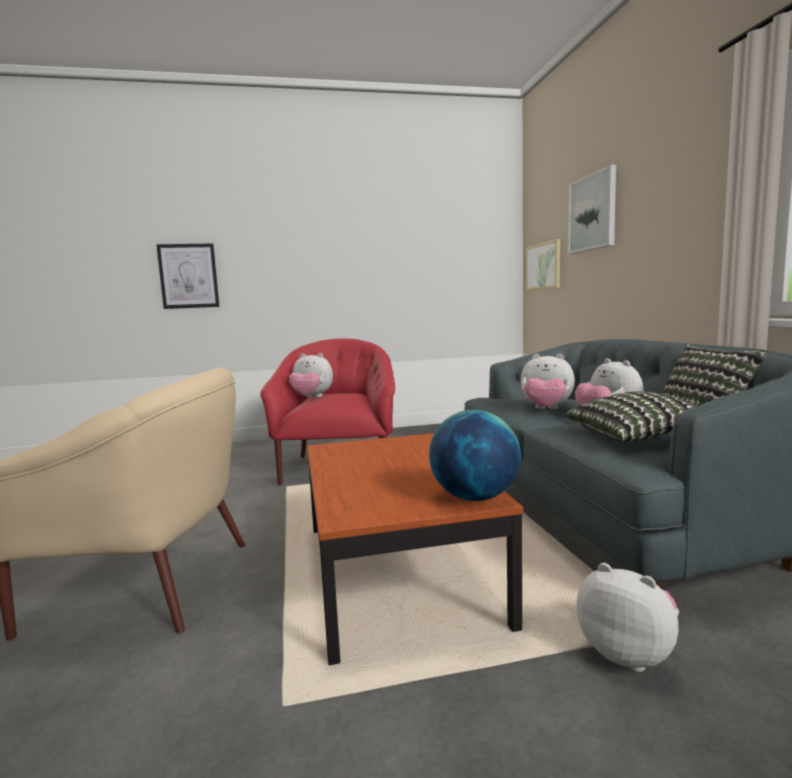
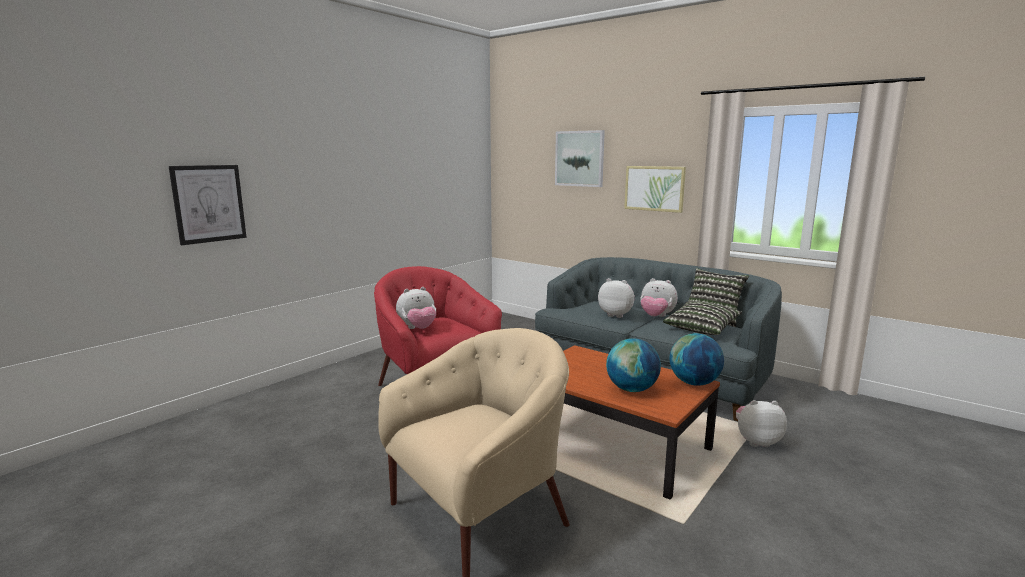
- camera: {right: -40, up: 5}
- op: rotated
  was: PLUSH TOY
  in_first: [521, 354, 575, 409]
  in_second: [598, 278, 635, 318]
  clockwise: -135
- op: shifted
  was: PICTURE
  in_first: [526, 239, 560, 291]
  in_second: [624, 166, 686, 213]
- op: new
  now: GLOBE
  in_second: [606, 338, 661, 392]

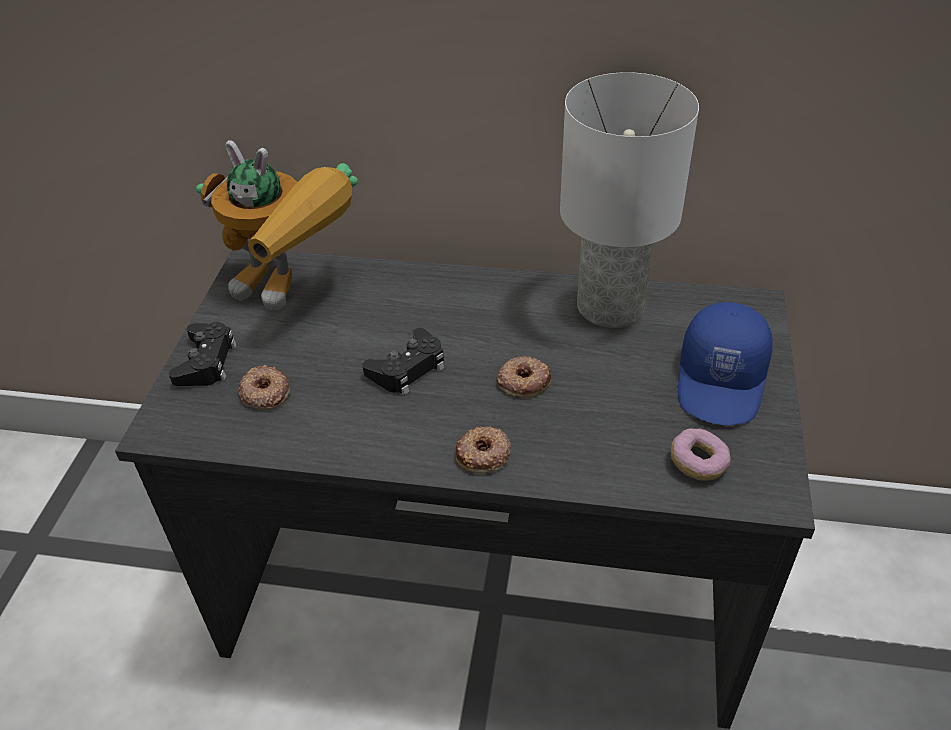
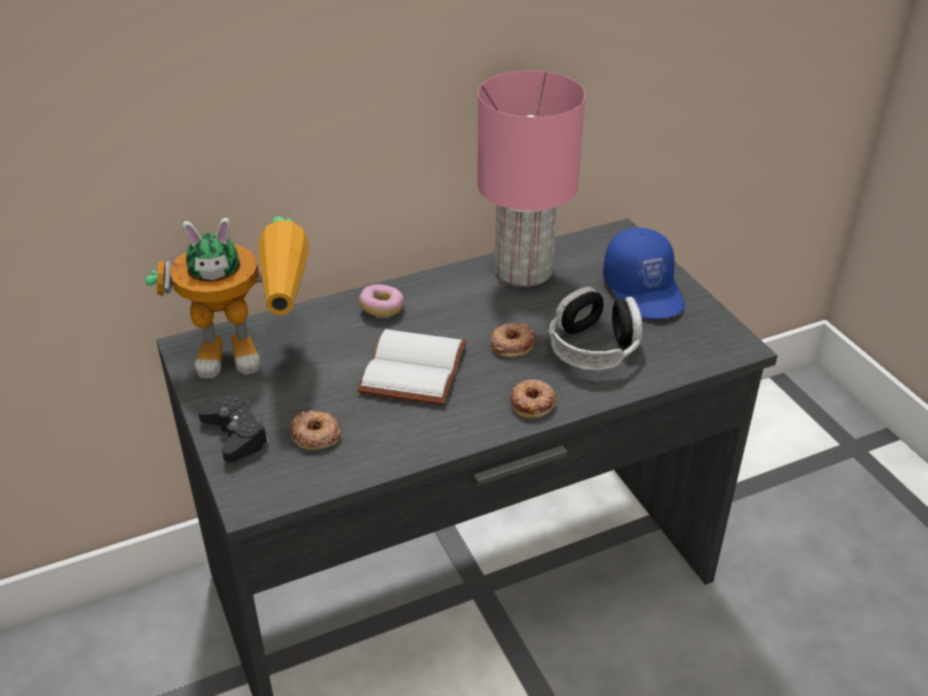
- camera: {right: -35, up: -5}
- op: swapped
  was: BLACK GAME CONTROLLER
  now: WHITE BOOK
  in_first: [362, 328, 445, 395]
  in_second: [357, 329, 467, 405]
- op: repainted
  was: WHITE TABLE LAMP
  now: PINK TABLE LAMP
  in_first: [560, 72, 699, 328]
  in_second: [477, 70, 585, 287]
- op: shifted
  was: DONUT
  in_first: [671, 429, 731, 481]
  in_second: [359, 284, 404, 317]
- op: new
  now: HEADPHONES
  in_second: [549, 286, 643, 371]

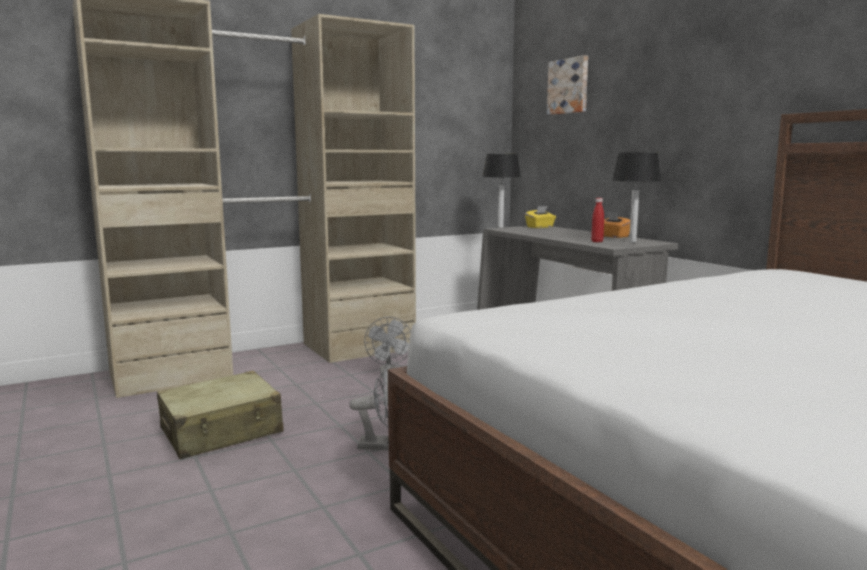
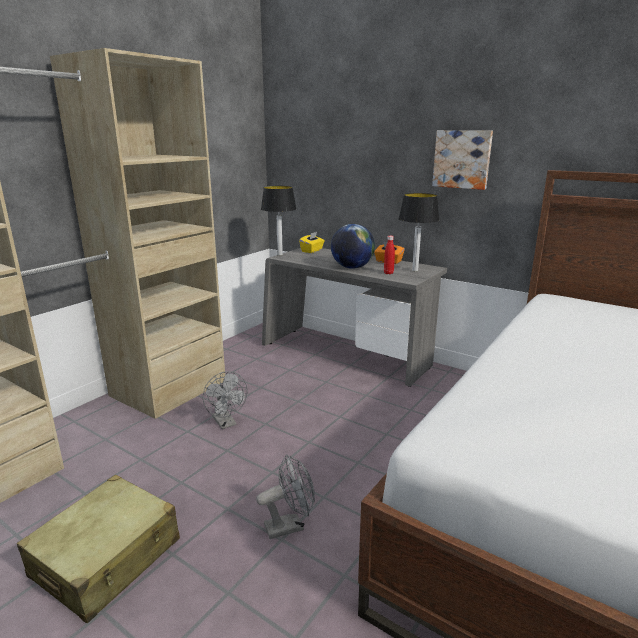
- camera: {right: -25, up: 10}
- op: shifted
  was: PICTURE
  in_first: [547, 55, 588, 115]
  in_second: [432, 130, 493, 190]
- op: new
  now: GLOBE
  in_second: [331, 224, 375, 269]

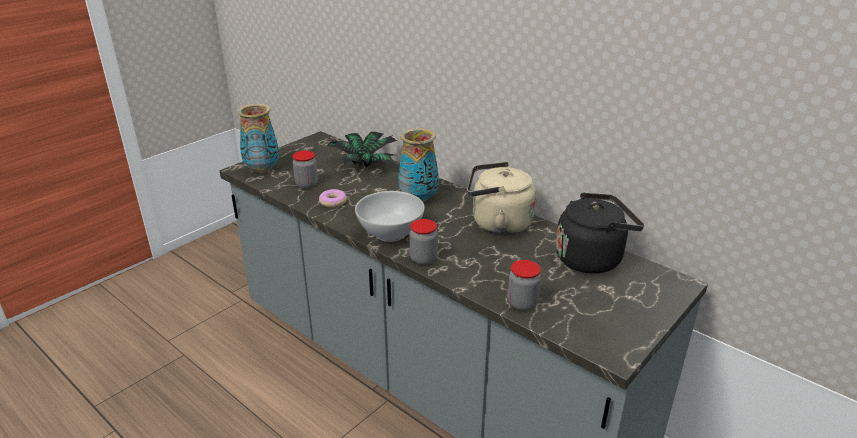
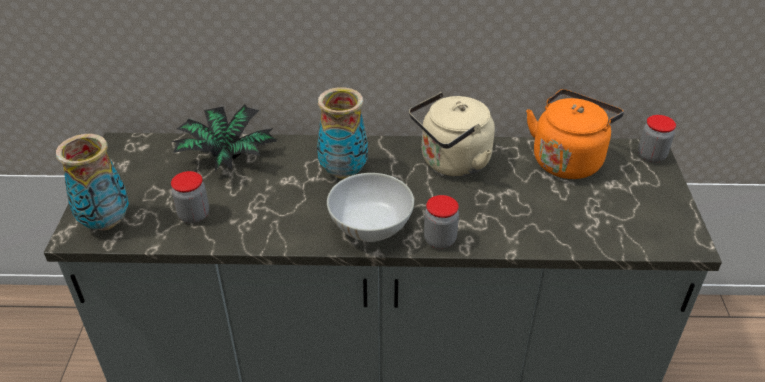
- camera: {right: -40, up: 10}
- op: gone
  was: DONUT
  in_first: [319, 189, 347, 208]
- op: shifted
  was: JAR
  in_first: [508, 260, 541, 311]
  in_second: [638, 115, 676, 163]
- op: repainted
  was: BLACK KETTLE
  now: ORANGE KETTLE
  in_first: [556, 193, 644, 274]
  in_second: [526, 89, 624, 179]

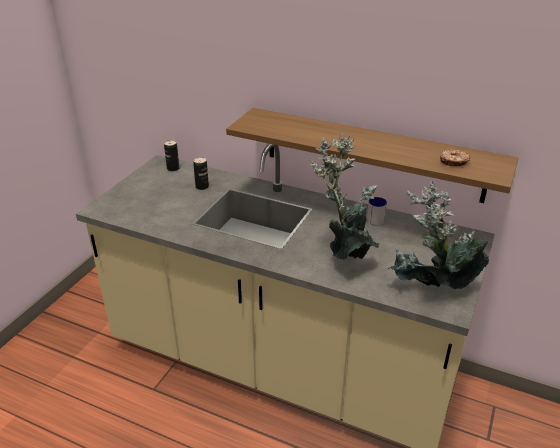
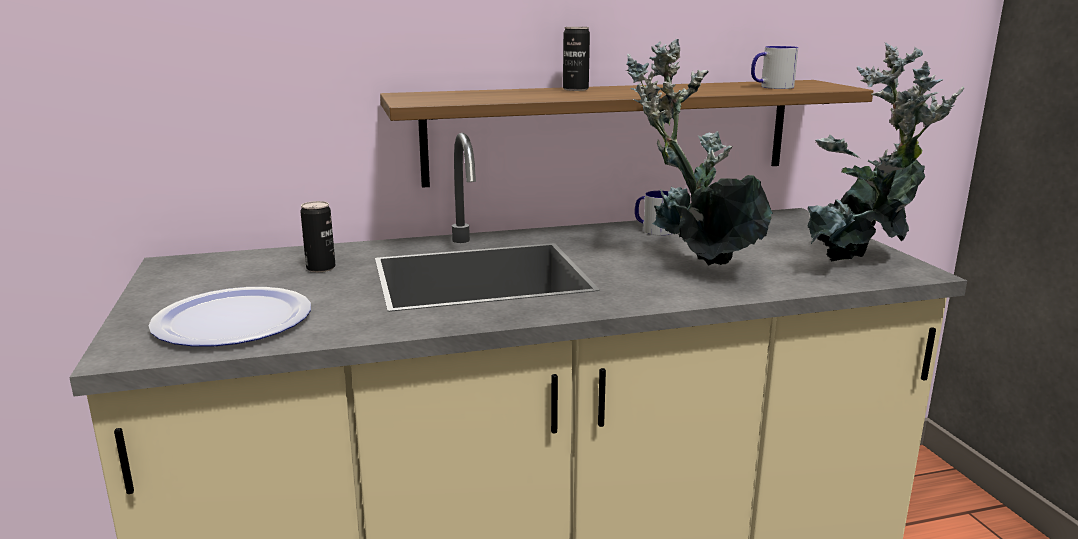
- camera: {right: -40, up: -15}
- op: shifted
  was: CAN
  in_first: [164, 140, 179, 171]
  in_second: [563, 27, 590, 91]
- op: swapped
  was: DONUT
  now: MUG
  in_first: [440, 150, 470, 166]
  in_second: [751, 46, 798, 89]
- op: new
  now: PLATE
  in_second: [148, 287, 311, 347]

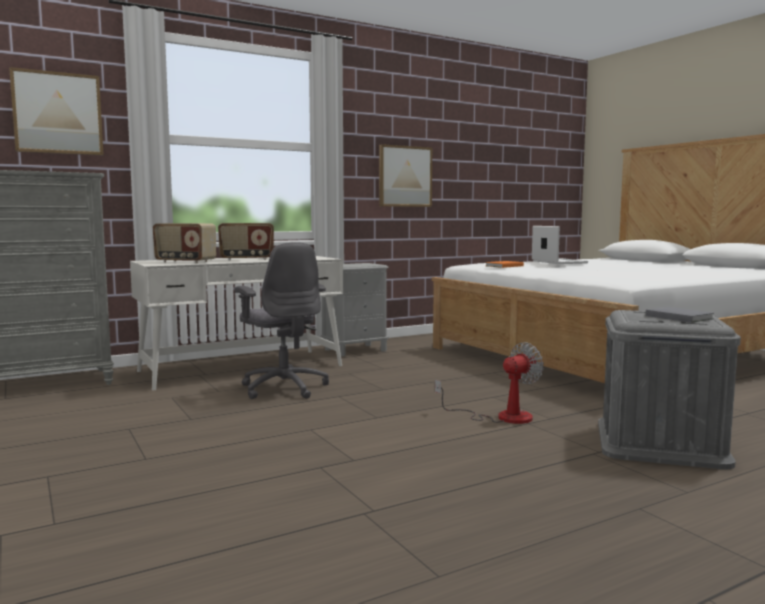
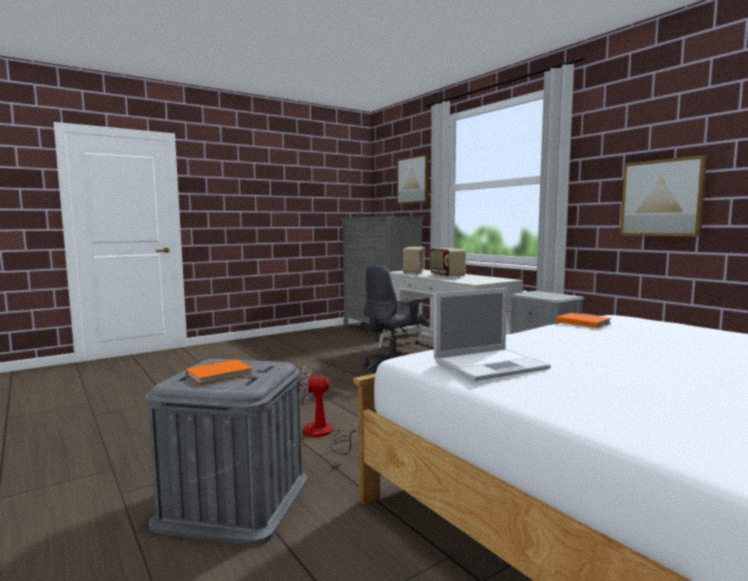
- camera: {right: 85, up: 0}
- op: rotated
  was: FAN
  in_first: [435, 342, 544, 424]
  in_second: [299, 366, 357, 455]
  clockwise: 135
- op: shifted
  was: LAPTOP
  in_first: [532, 226, 588, 264]
  in_second: [434, 288, 551, 381]
- op: repainted
  was: GREY BOOK
  now: ORANGE BOOK
  in_first: [646, 307, 714, 323]
  in_second: [186, 359, 253, 385]

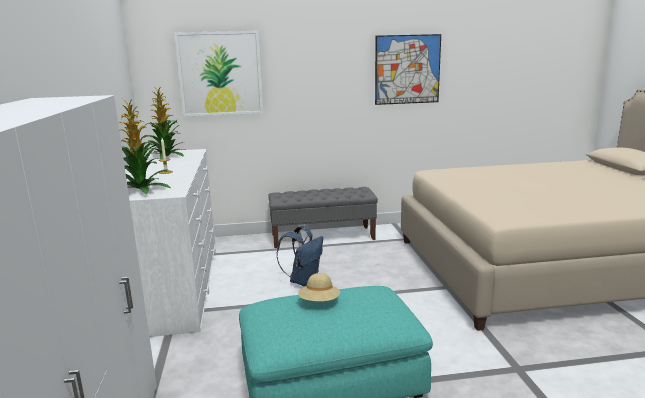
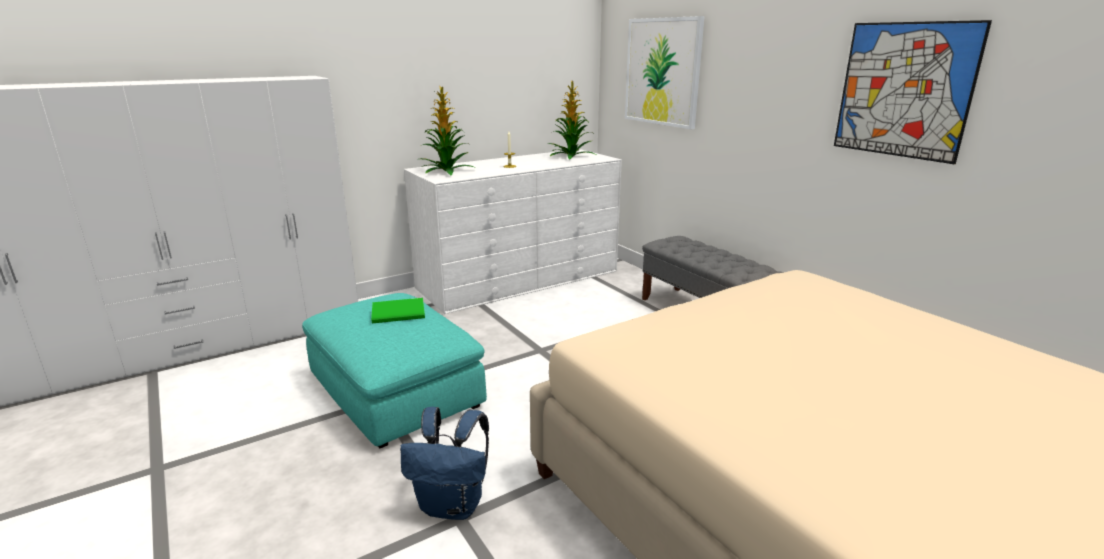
- camera: {right: 65, up: 5}
- op: shifted
  was: BLUE BACKPACK
  in_first: [277, 226, 323, 287]
  in_second: [400, 407, 489, 520]
- op: swapped
  was: BEIGE HAT
  now: GREEN BOOK
  in_first: [298, 273, 340, 302]
  in_second: [371, 298, 425, 324]

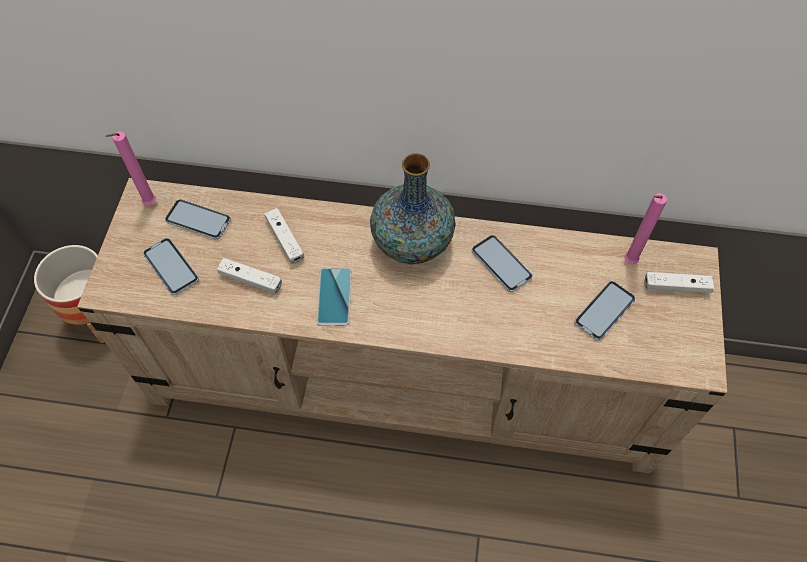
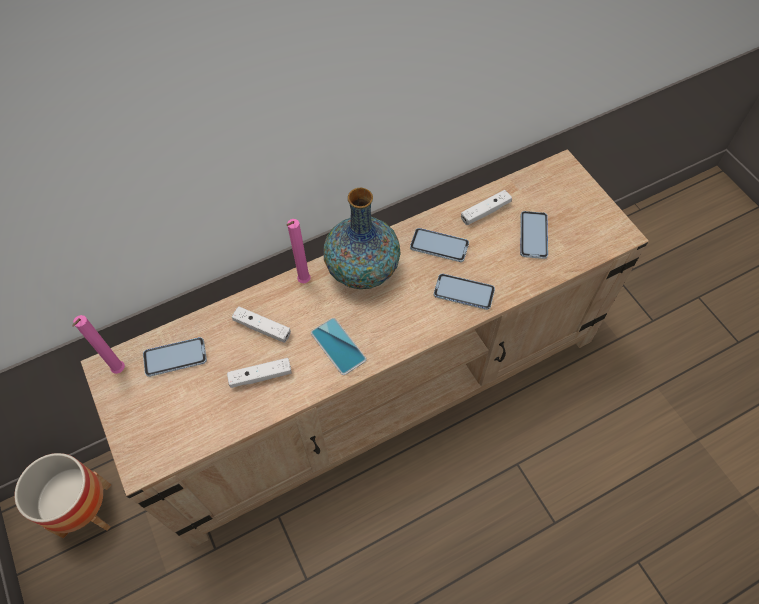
- camera: {right: -35, up: 0}
- op: shifted
  was: PHONE
  in_first: [143, 238, 199, 295]
  in_second: [434, 273, 495, 310]
- op: shifted
  was: PINK CANDLE
  in_first: [624, 193, 667, 264]
  in_second: [286, 219, 311, 283]
- op: shifted
  was: WHITE GAME CONTROLLER
  in_first: [644, 272, 714, 293]
  in_second: [461, 190, 512, 225]

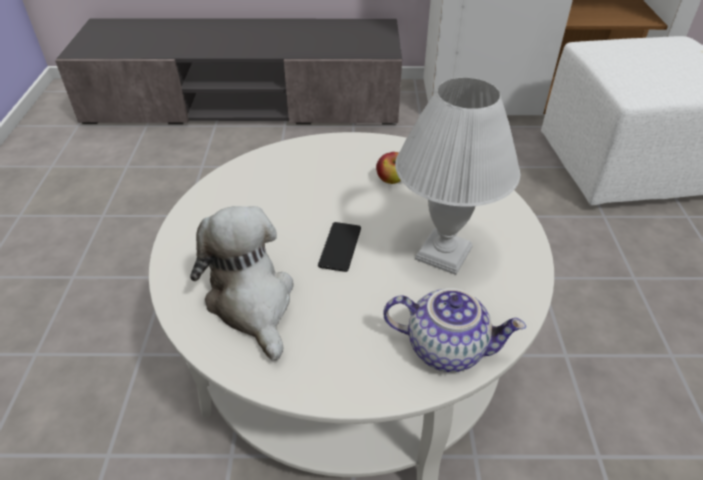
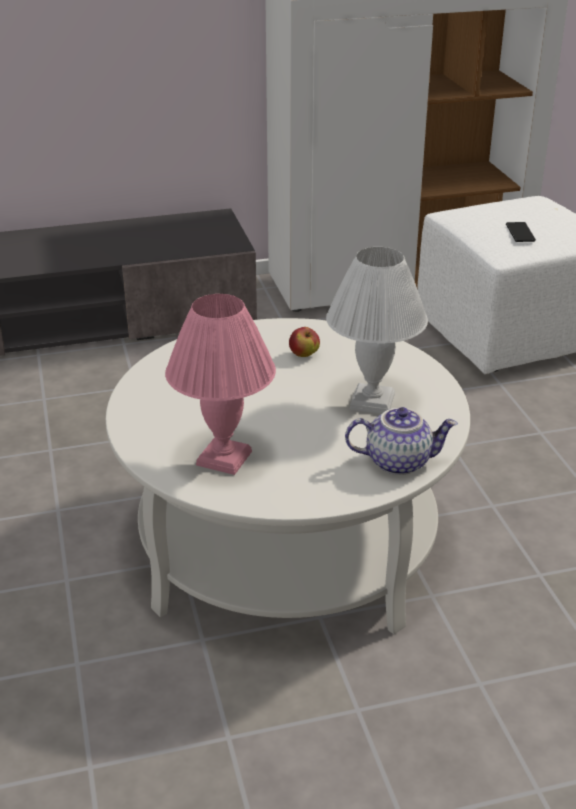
- camera: {right: -15, up: -10}
- op: swapped
  was: PLUSH TOY
  now: PINK TABLE LAMP
  in_first: [190, 206, 294, 360]
  in_second: [165, 294, 276, 475]
- op: shifted
  was: PHONE
  in_first: [318, 222, 361, 272]
  in_second: [506, 222, 536, 242]

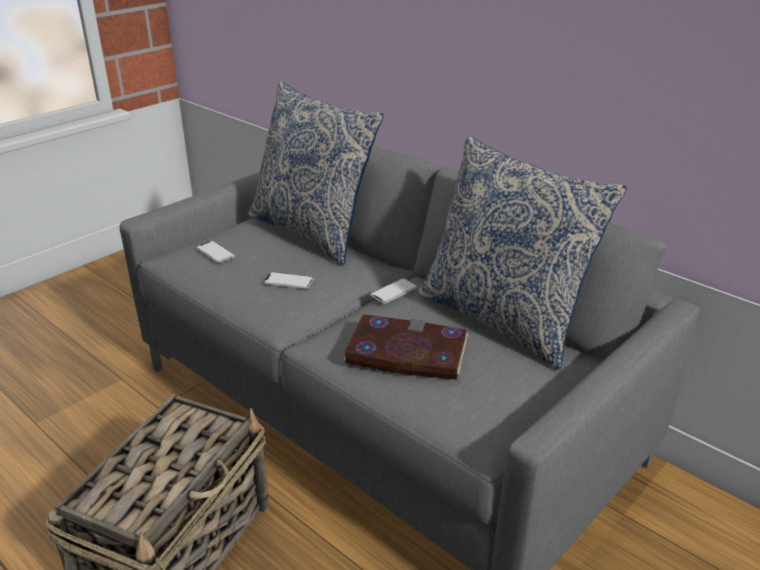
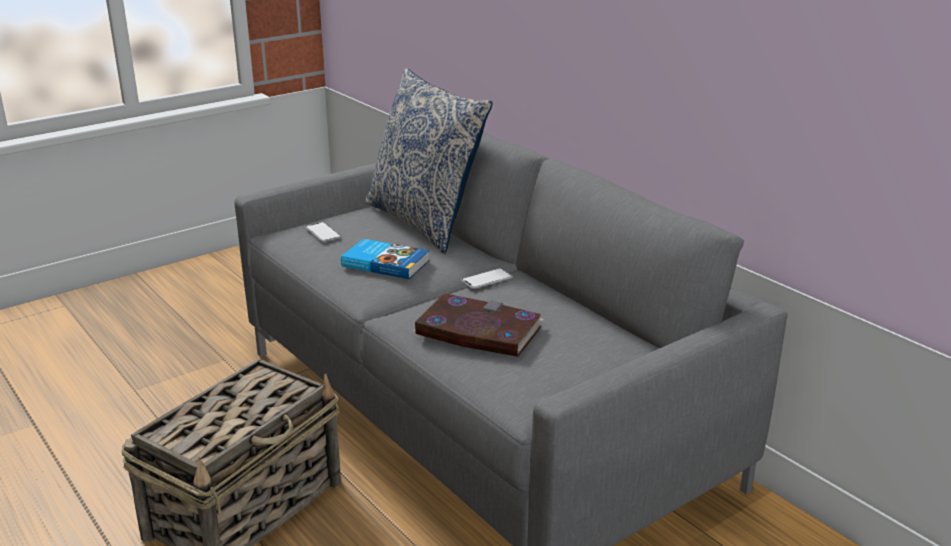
- camera: {right: 10, up: -5}
- op: swapped
  was: PHONE
  now: BOOK
  in_first: [263, 272, 314, 289]
  in_second: [341, 239, 429, 279]
- op: gone
  was: PILLOW
  in_first: [418, 136, 627, 370]

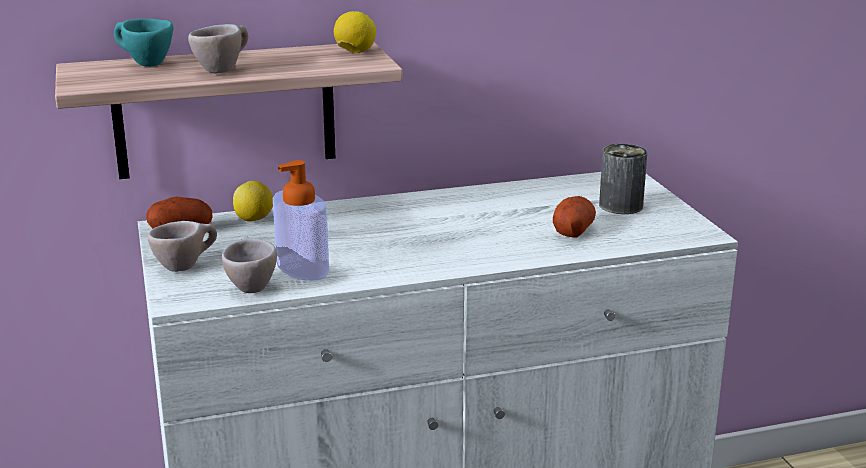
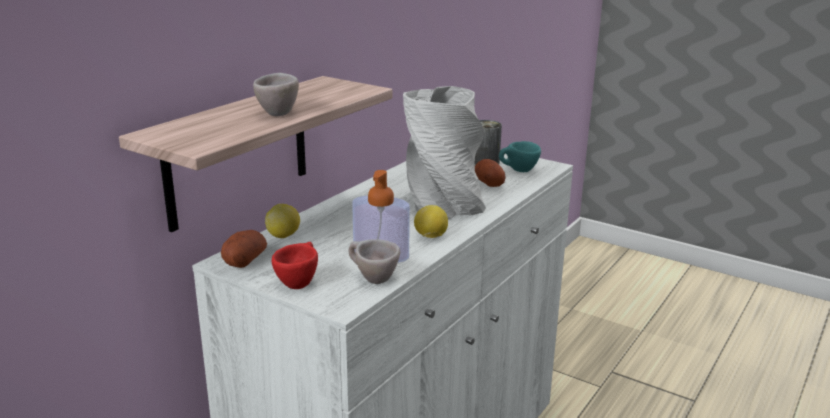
- camera: {right: -40, up: 0}
- op: shifted
  was: TURQUOISE CUP
  in_first: [114, 19, 174, 67]
  in_second: [499, 141, 541, 172]
- op: repainted
  was: BEIGE CUP
  now: RED CUP
  in_first: [148, 221, 217, 272]
  in_second: [272, 242, 318, 289]
- op: shifted
  was: LEMON
  in_first: [334, 11, 376, 53]
  in_second: [414, 205, 448, 238]
- op: new
  now: GREY VASE
  in_second: [403, 86, 486, 219]

